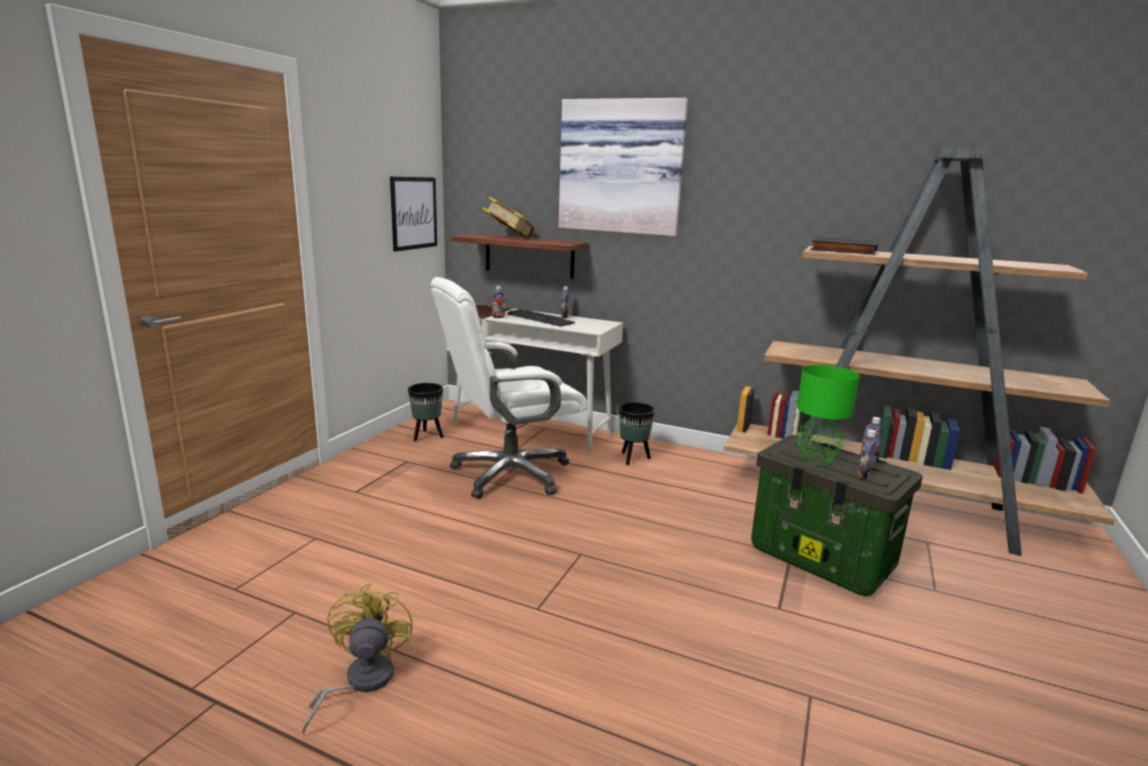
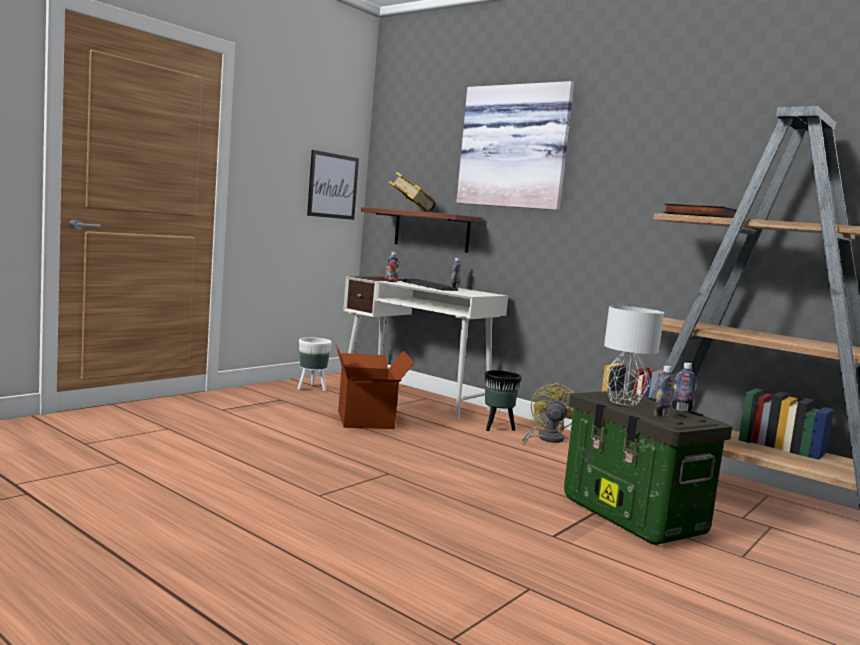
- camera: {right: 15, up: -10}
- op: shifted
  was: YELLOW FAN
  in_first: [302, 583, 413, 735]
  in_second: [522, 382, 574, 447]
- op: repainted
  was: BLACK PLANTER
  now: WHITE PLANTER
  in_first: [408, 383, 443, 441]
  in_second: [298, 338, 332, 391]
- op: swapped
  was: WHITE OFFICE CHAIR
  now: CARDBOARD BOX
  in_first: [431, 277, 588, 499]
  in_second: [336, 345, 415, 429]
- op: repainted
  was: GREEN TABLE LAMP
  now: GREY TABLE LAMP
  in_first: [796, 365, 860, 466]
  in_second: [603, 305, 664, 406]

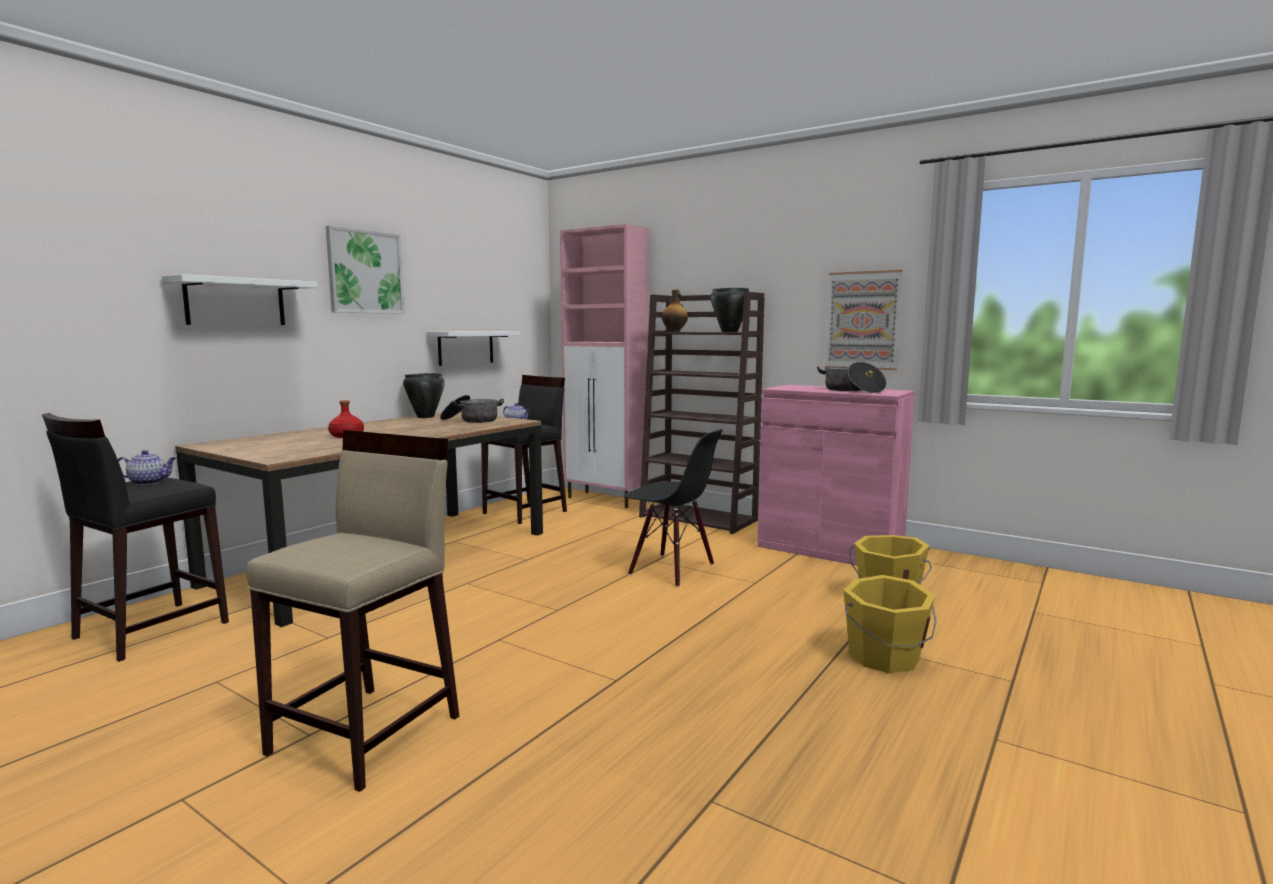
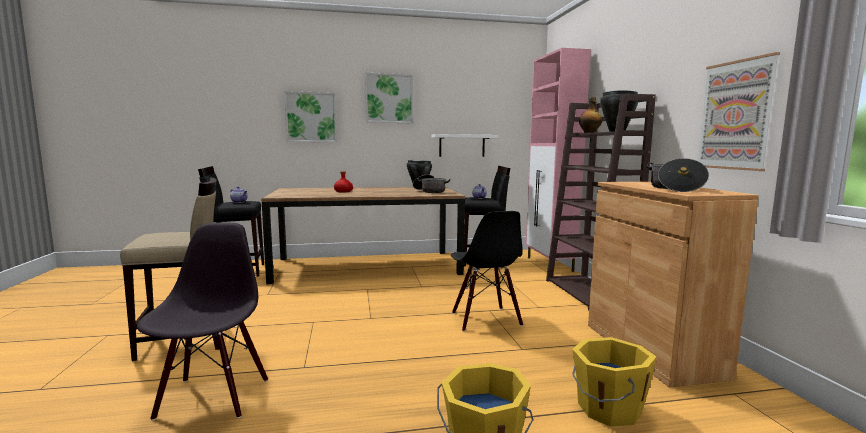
- camera: {right: 45, up: 0}
- op: swapped
  was: WHITE SHELF
  now: PICTURE
  in_first: [162, 274, 318, 325]
  in_second: [284, 91, 337, 142]
- op: repainted
  was: PINK CABINET
  now: BROWN CABINET
  in_first: [757, 385, 915, 565]
  in_second: [588, 182, 759, 388]
- op: new
  now: BLACK CHAIR
  in_second: [137, 223, 268, 421]

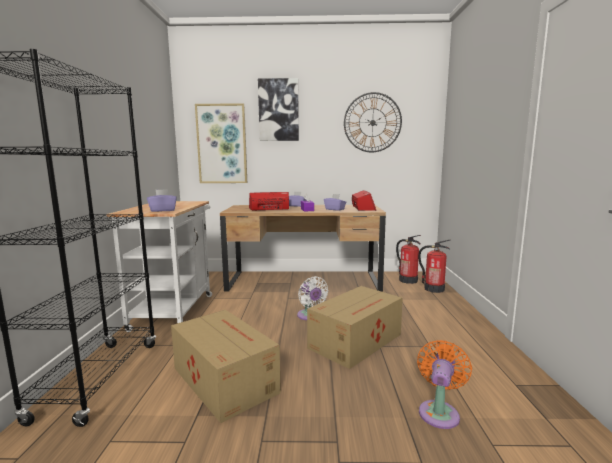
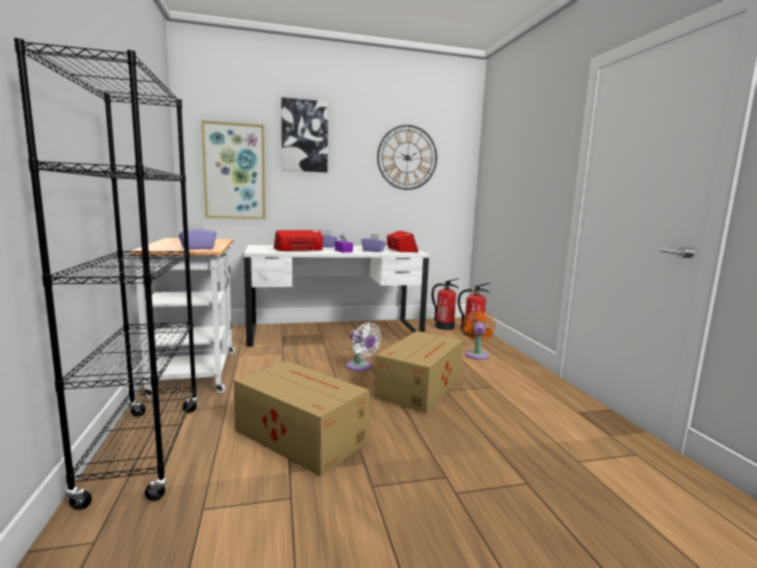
- camera: {right: -15, up: 0}
- op: repainted
  was: BROWN DESK
  now: WHITE DESK
  in_first: [220, 205, 386, 292]
  in_second: [244, 245, 429, 347]
- op: shifted
  was: ORANGE FAN
  in_first: [417, 340, 472, 429]
  in_second: [463, 311, 495, 360]

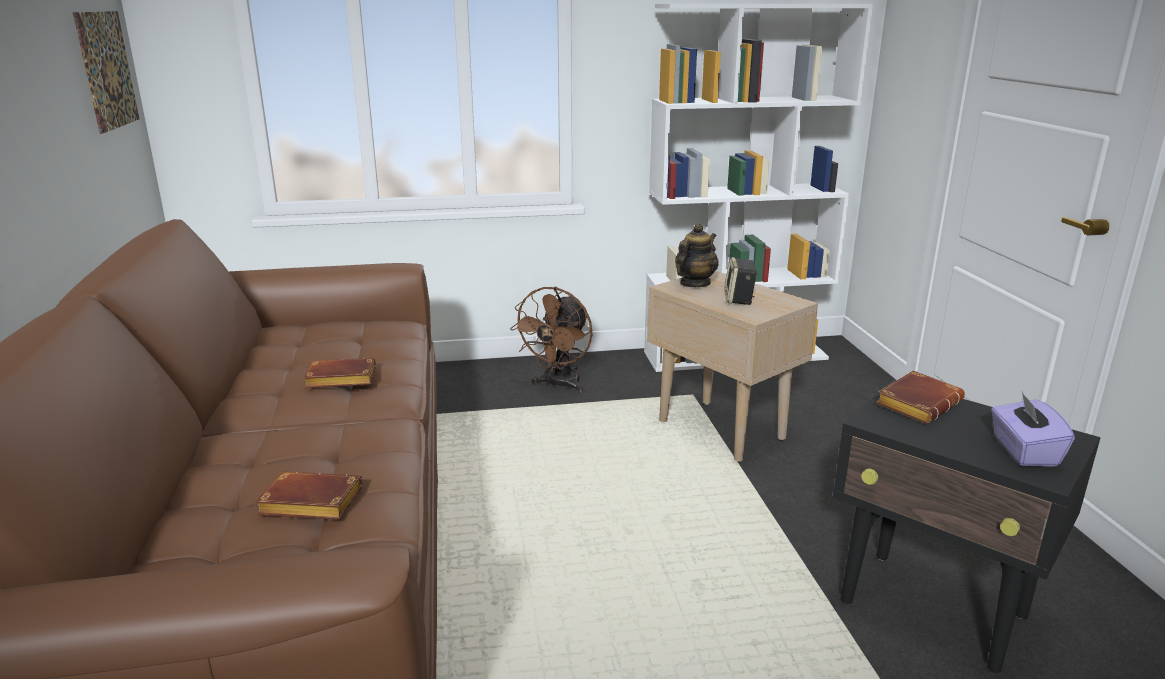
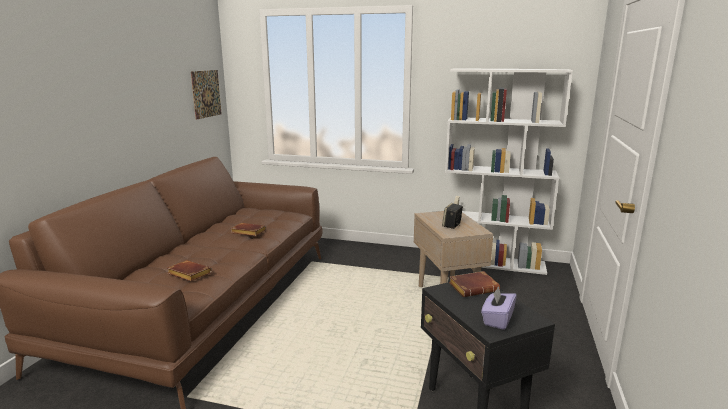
- camera: {right: 25, up: -5}
- op: gone
  was: BROWN FAN
  in_first: [510, 287, 593, 393]
- op: gone
  was: TEAPOT
  in_first: [675, 223, 718, 287]

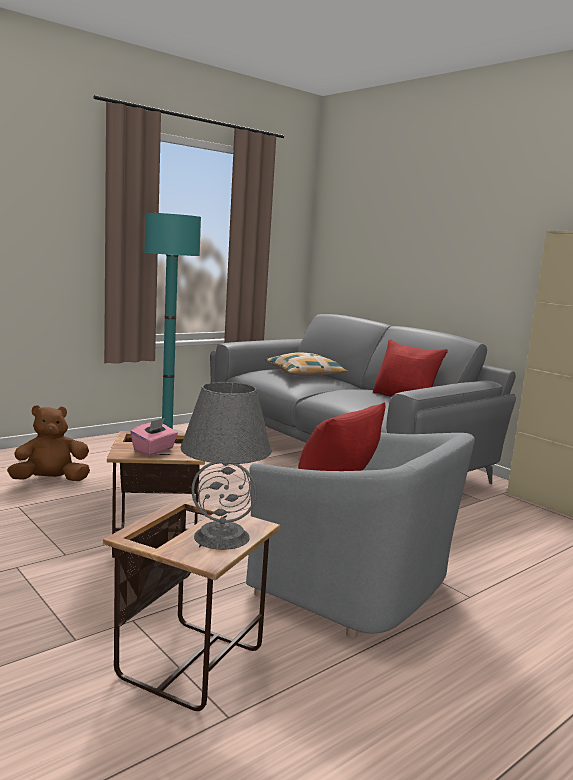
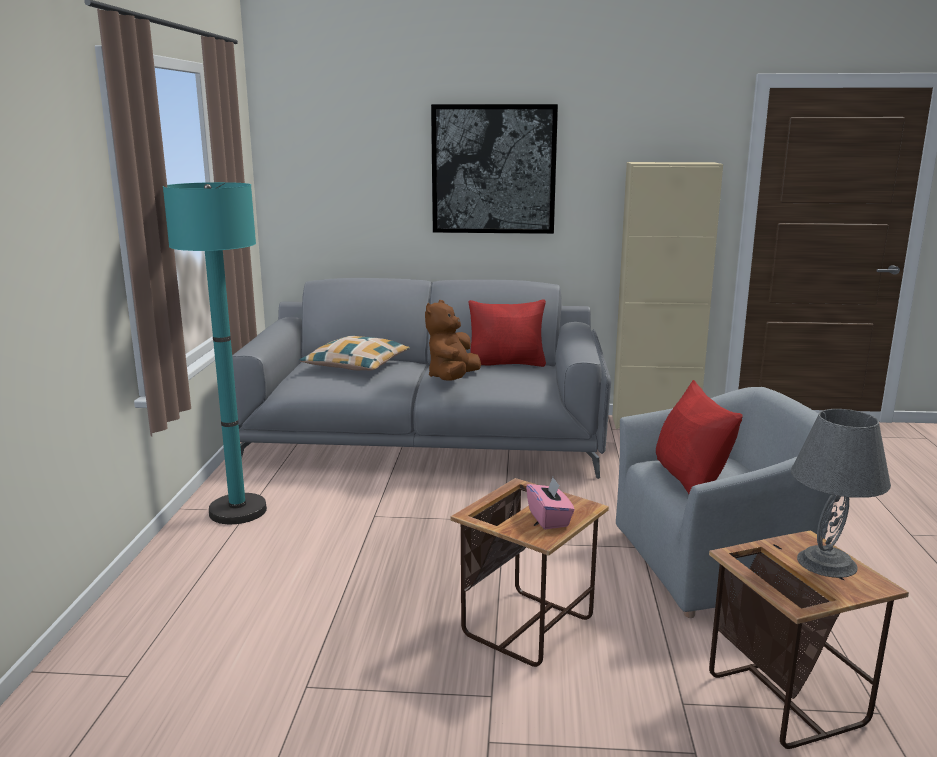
- camera: {right: -45, up: 5}
- op: shifted
  was: BROWN PLUSH TOY
  in_first: [7, 405, 90, 481]
  in_second: [425, 300, 481, 381]
- op: new
  now: PICTURE
  in_second: [431, 104, 558, 234]

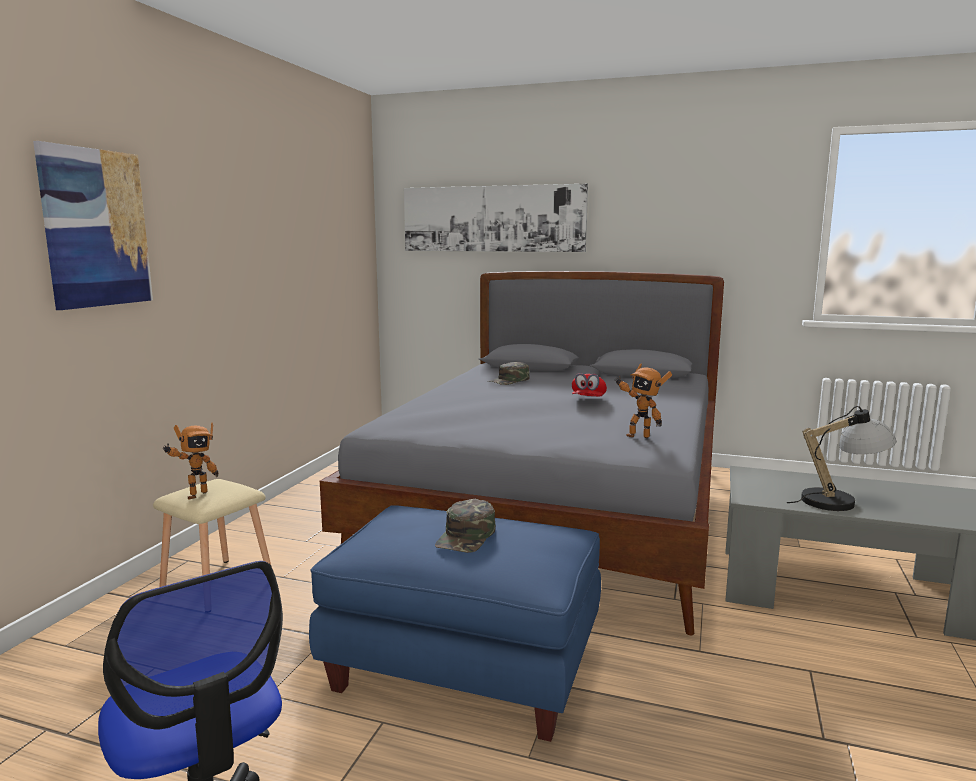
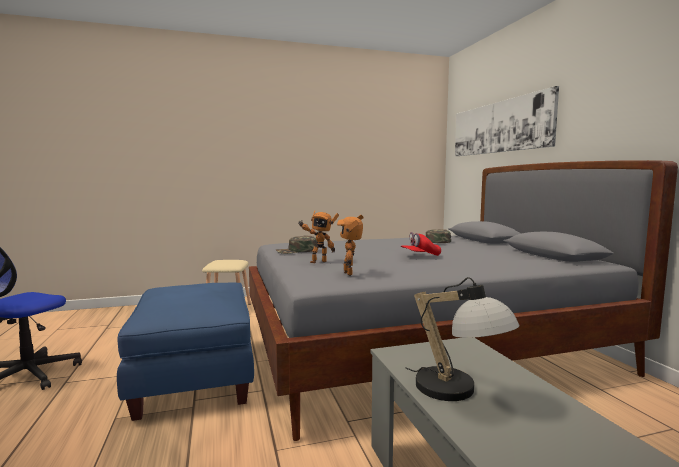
- camera: {right: 55, up: -5}
- op: gone
  was: PICTURE
  in_first: [33, 141, 153, 310]
- op: shifted
  was: TOY ROBOT
  in_first: [162, 423, 218, 499]
  in_second: [298, 210, 339, 263]
- op: shifted
  was: GREEN CAP
  in_first: [435, 499, 496, 553]
  in_second: [276, 236, 317, 254]

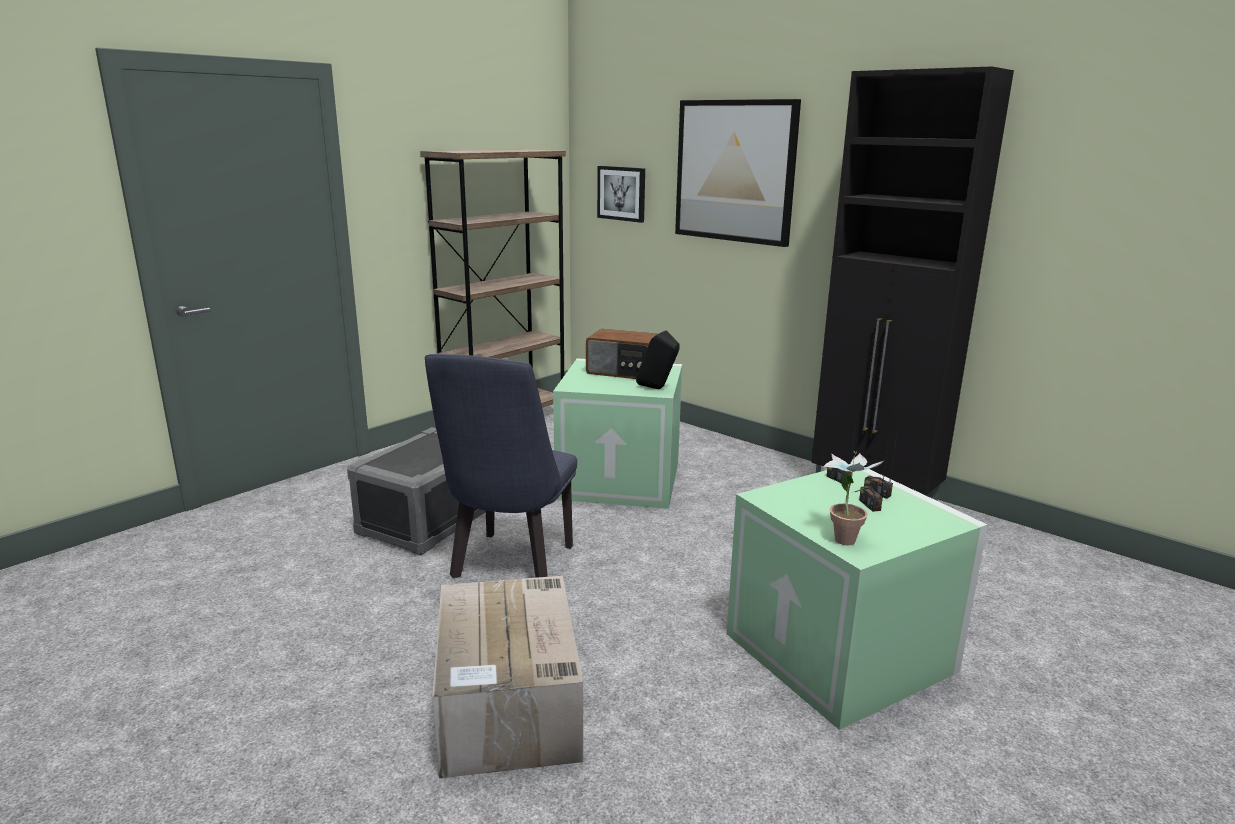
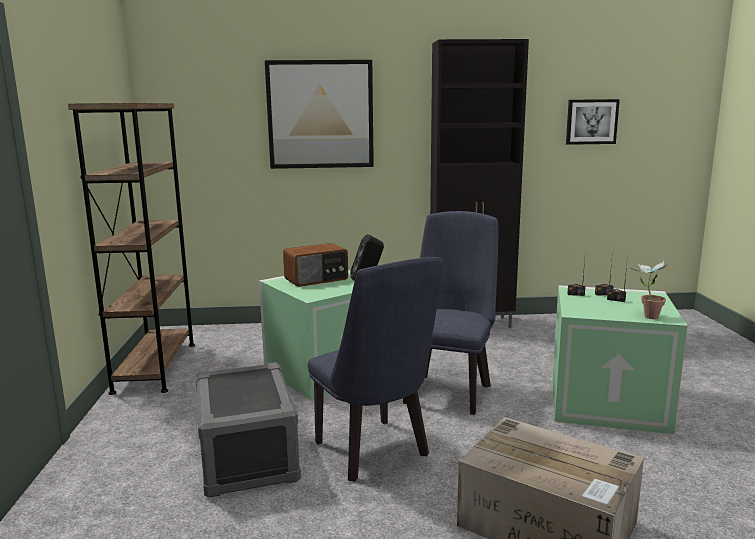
- camera: {right: -45, up: -5}
- op: shifted
  was: PICTURE
  in_first: [597, 166, 645, 223]
  in_second: [566, 99, 620, 145]
- op: new
  now: BLUE CHAIR
  in_second: [403, 211, 498, 415]

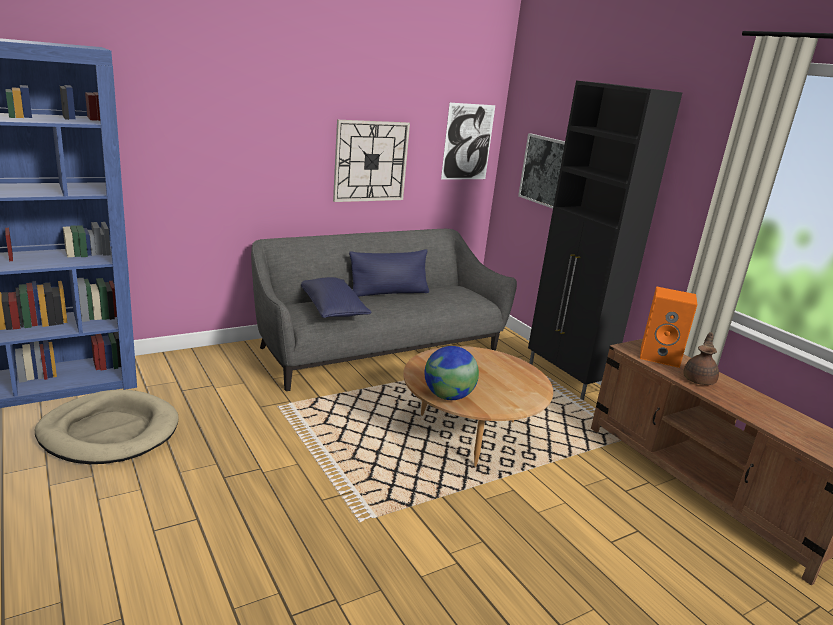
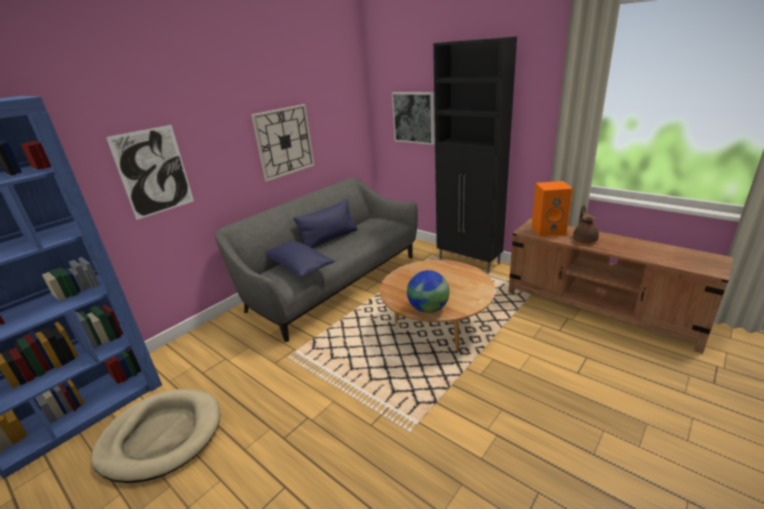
- camera: {right: -15, up: 5}
- op: shifted
  was: PICTURE
  in_first: [441, 103, 495, 180]
  in_second: [106, 125, 194, 220]

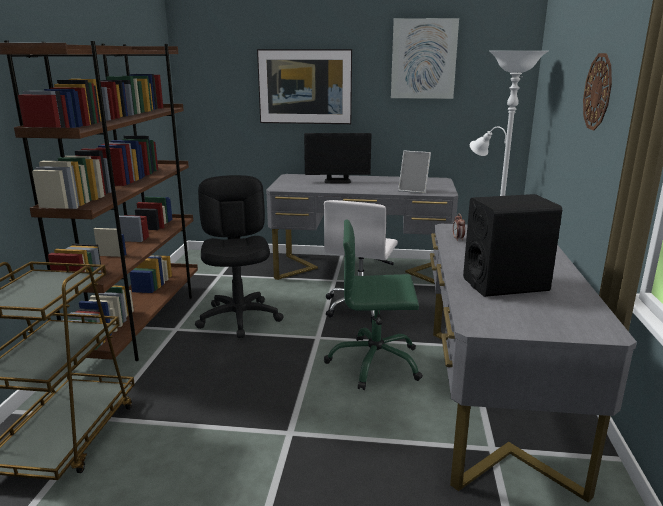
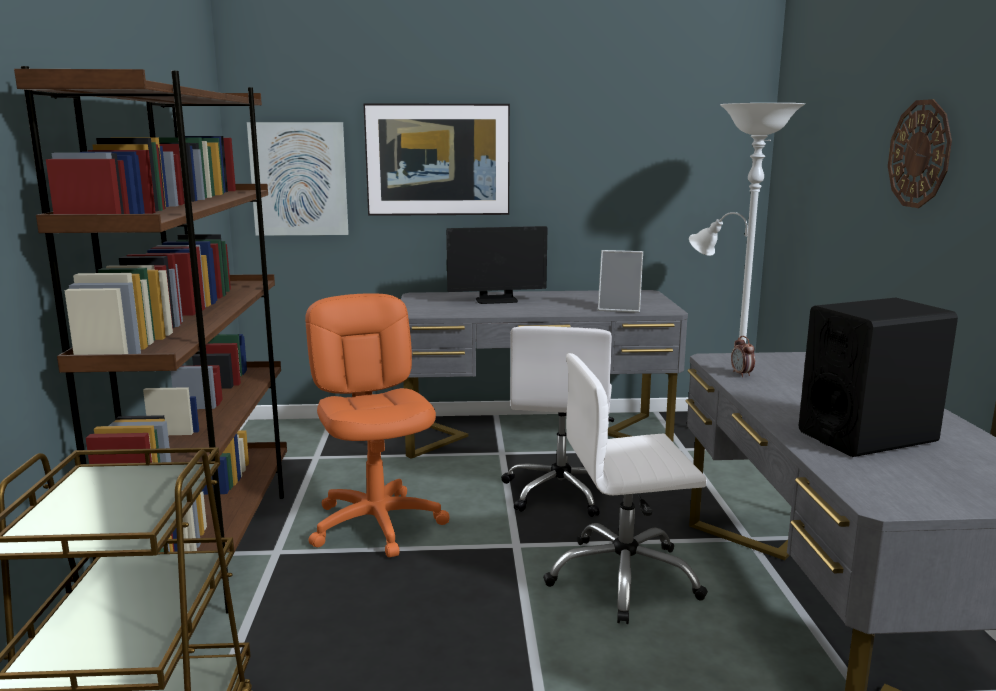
- camera: {right: -10, up: -5}
- op: repainted
  was: BLACK OFFICE CHAIR
  now: ORANGE OFFICE CHAIR
  in_first: [195, 175, 284, 338]
  in_second: [305, 294, 449, 557]
- op: repainted
  was: GREEN OFFICE CHAIR
  now: WHITE OFFICE CHAIR
  in_first: [324, 220, 423, 390]
  in_second: [543, 353, 708, 624]
- op: shifted
  was: PICTURE
  in_first: [391, 18, 459, 99]
  in_second: [247, 122, 349, 236]

